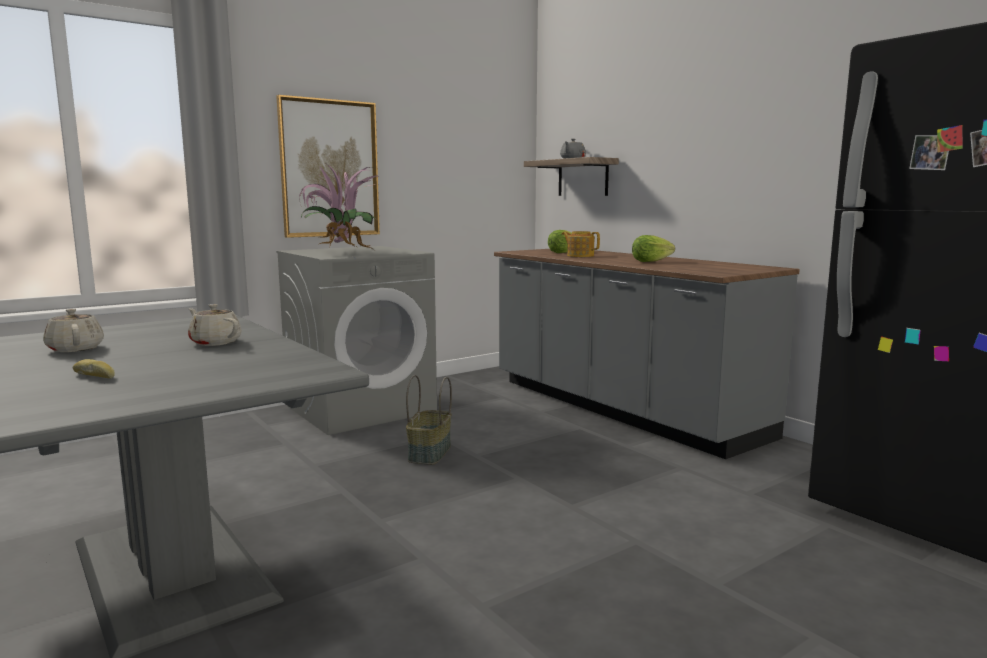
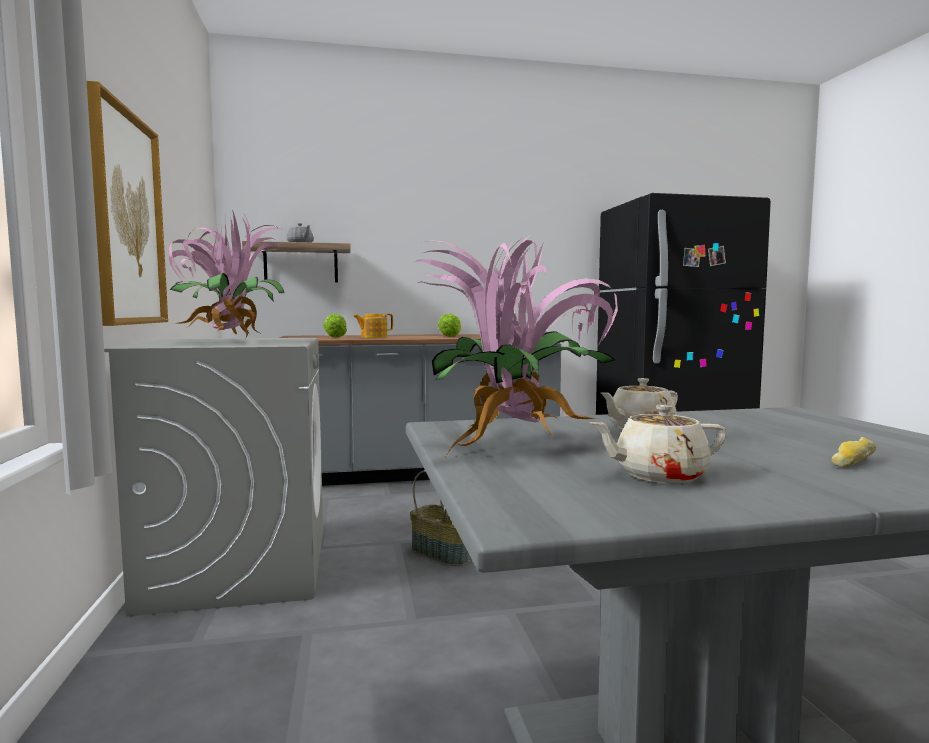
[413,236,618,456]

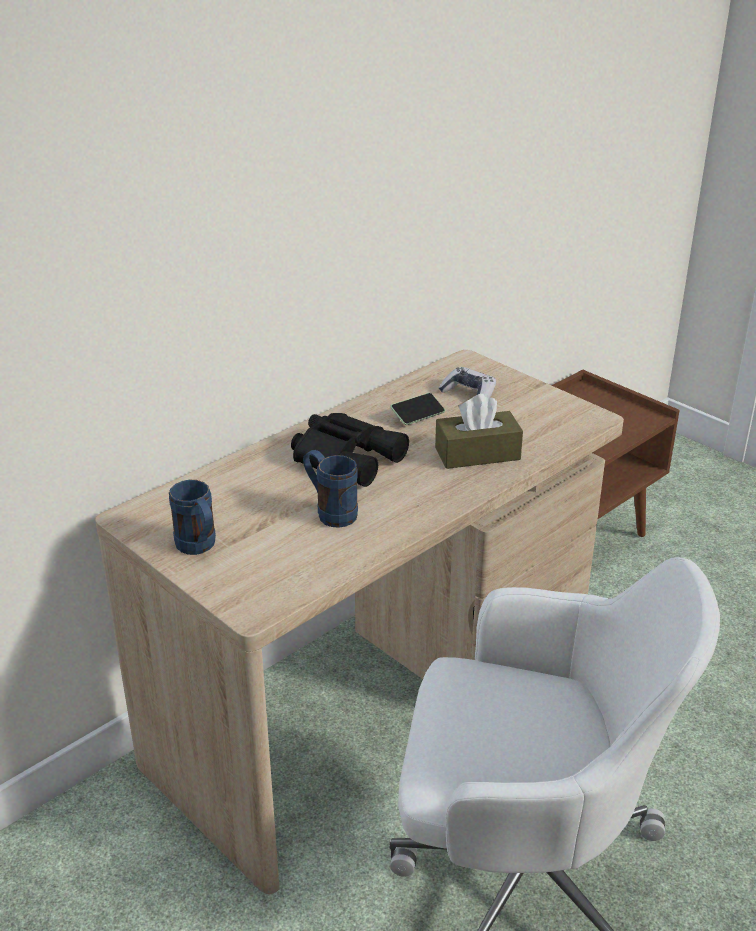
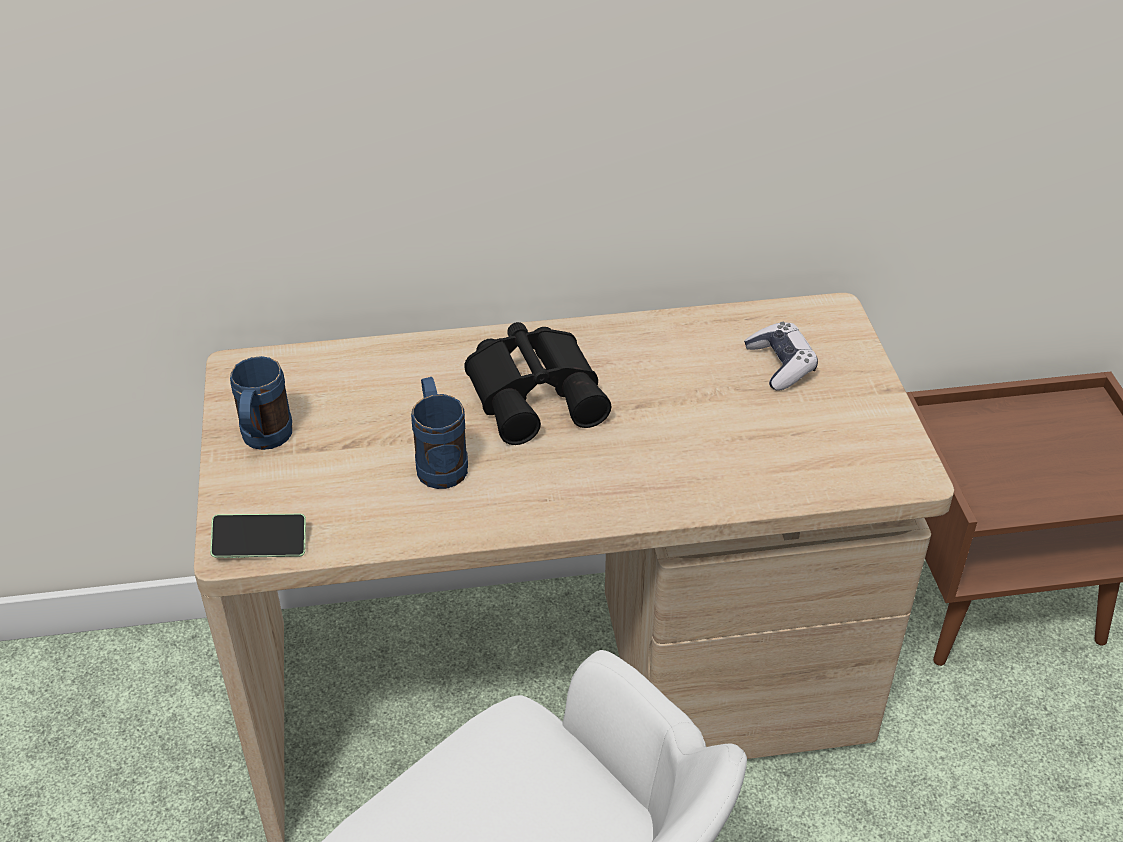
[435,394,523,469] (first image)
[210,514,306,558]

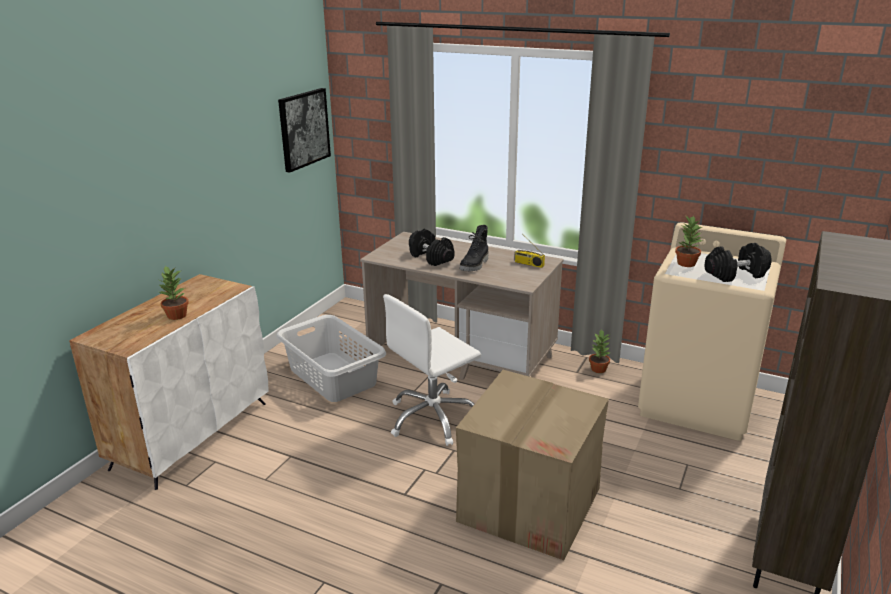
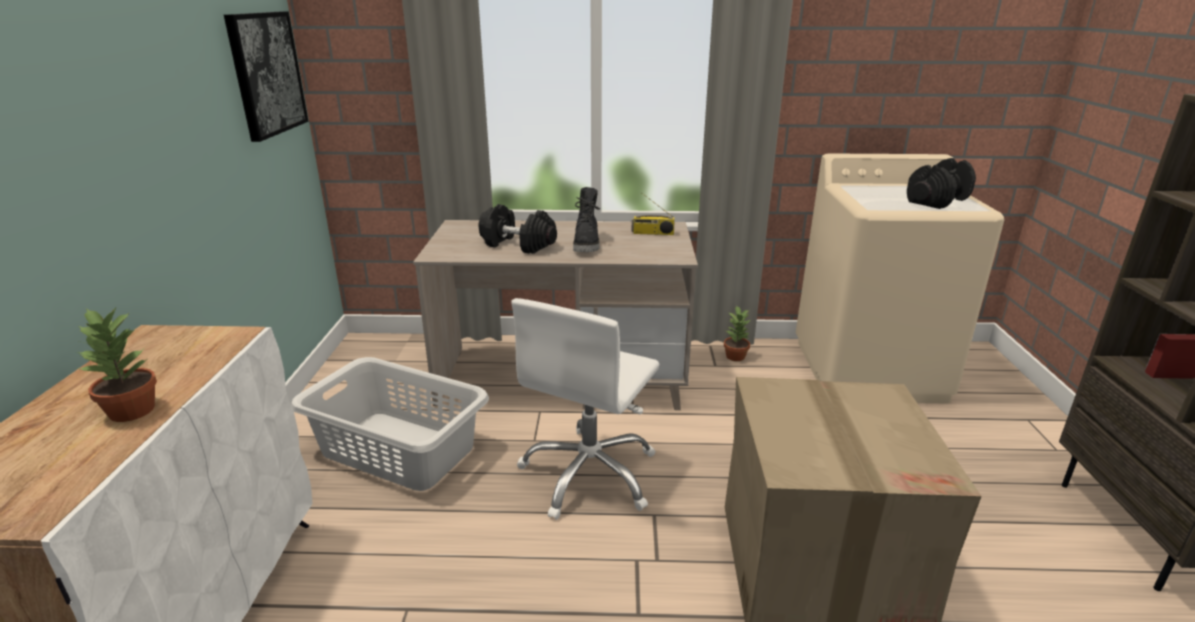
[675,215,703,267] (first image)

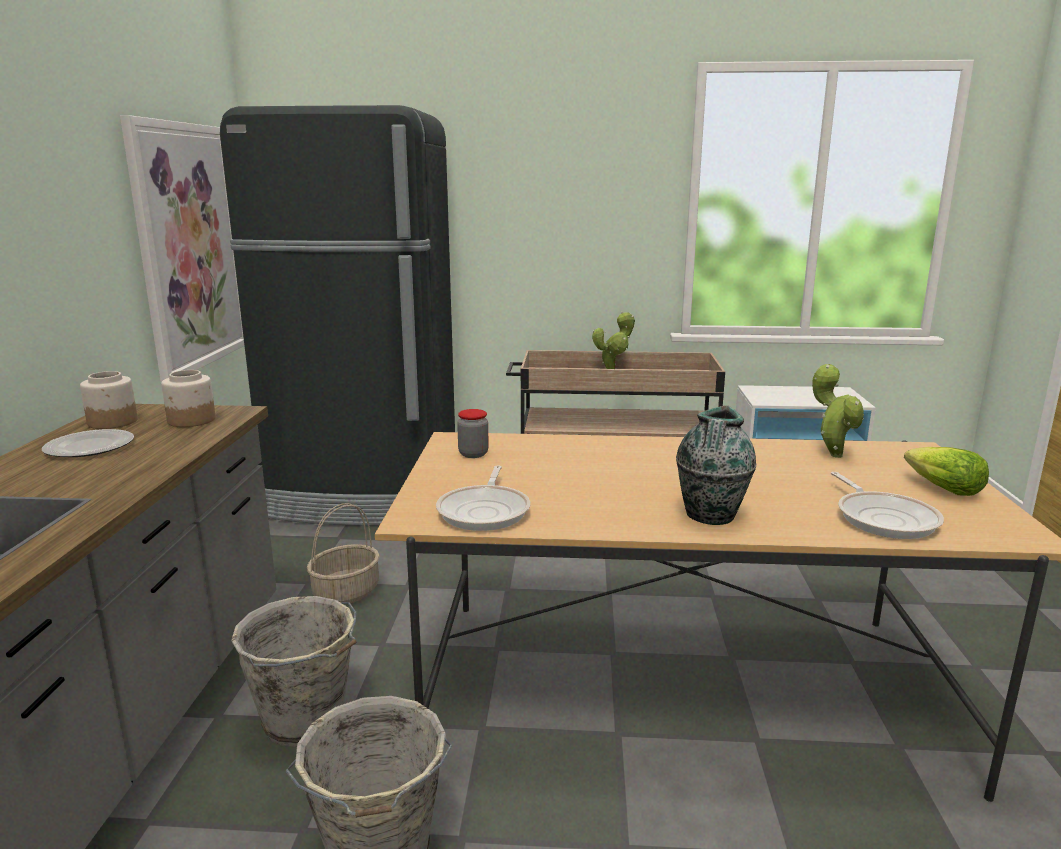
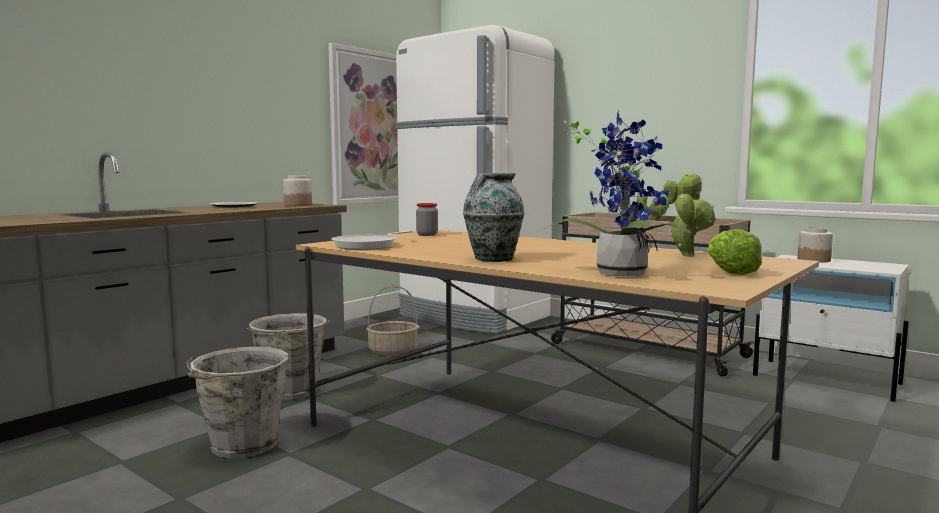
[797,227,833,263]
[543,110,692,276]
[396,25,554,334]

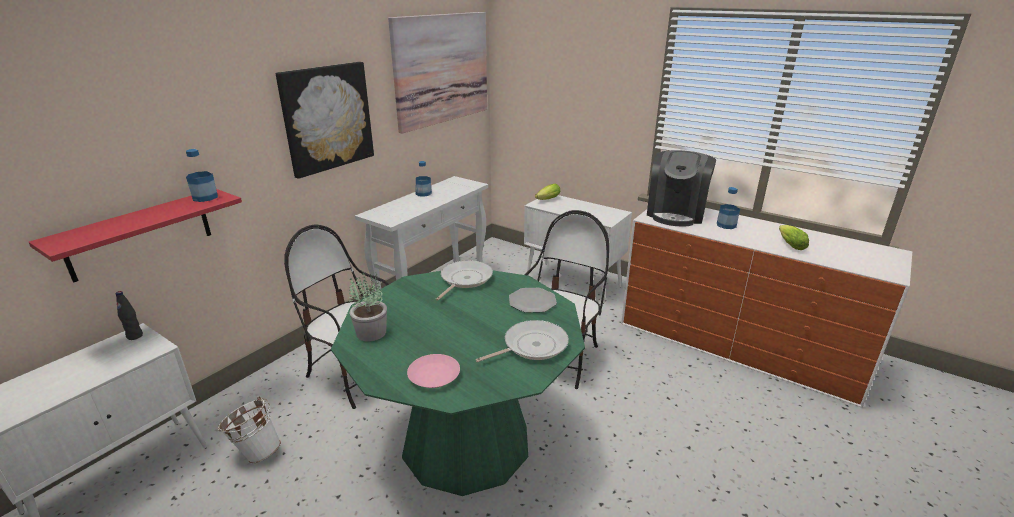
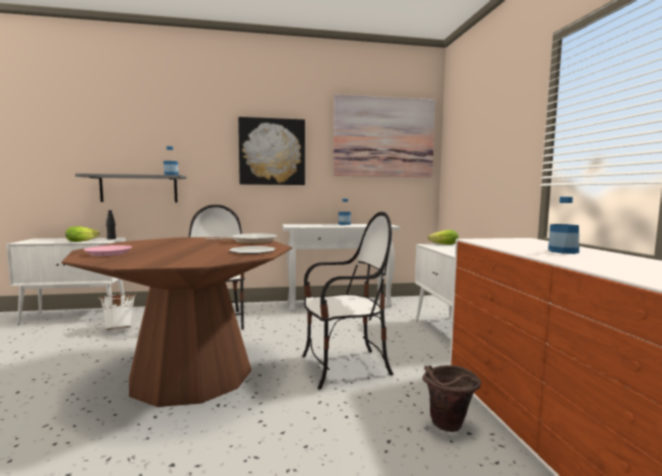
[349,273,387,341] (first image)
[475,320,569,362] (first image)
[647,150,716,226] (first image)
[422,365,481,432]
[65,226,100,242]
[75,173,187,202]
[62,237,292,407]

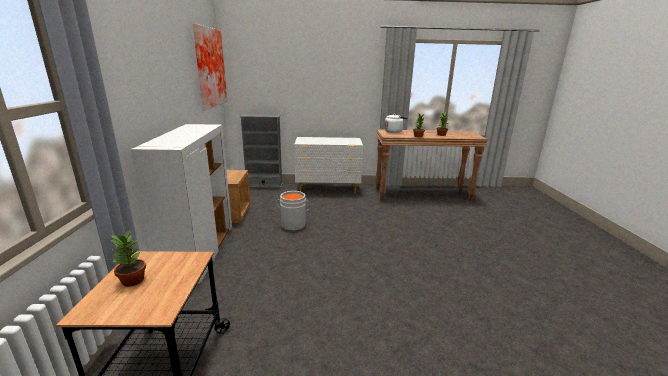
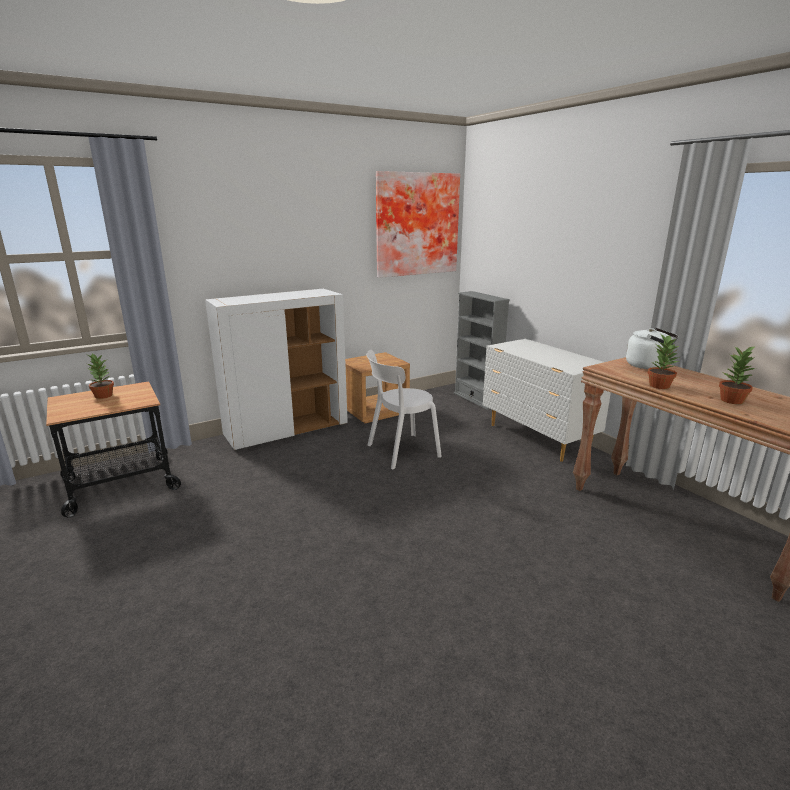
[367,350,442,469]

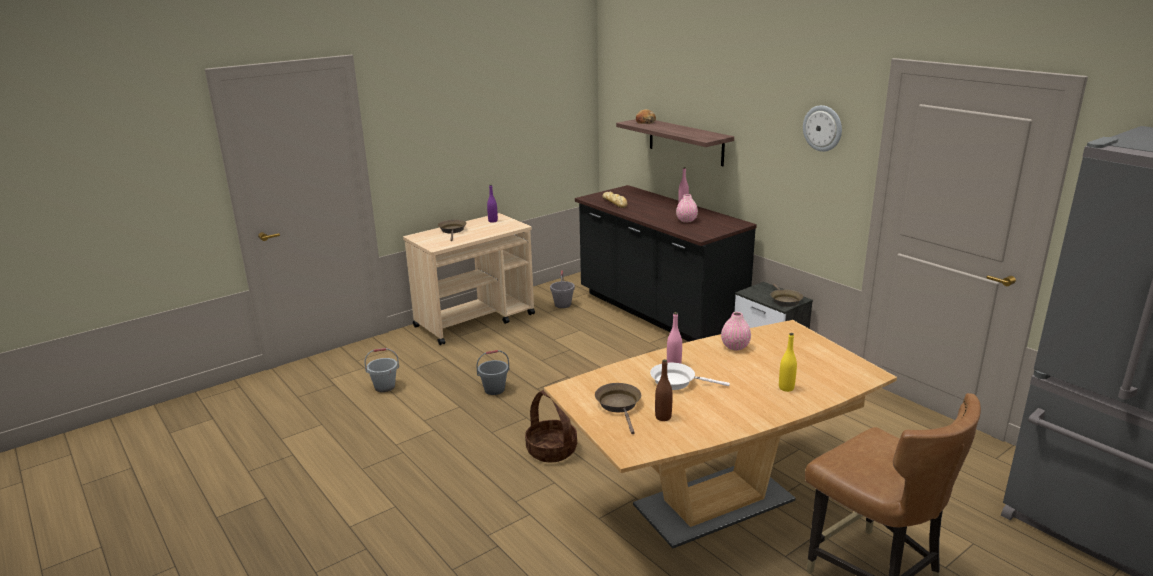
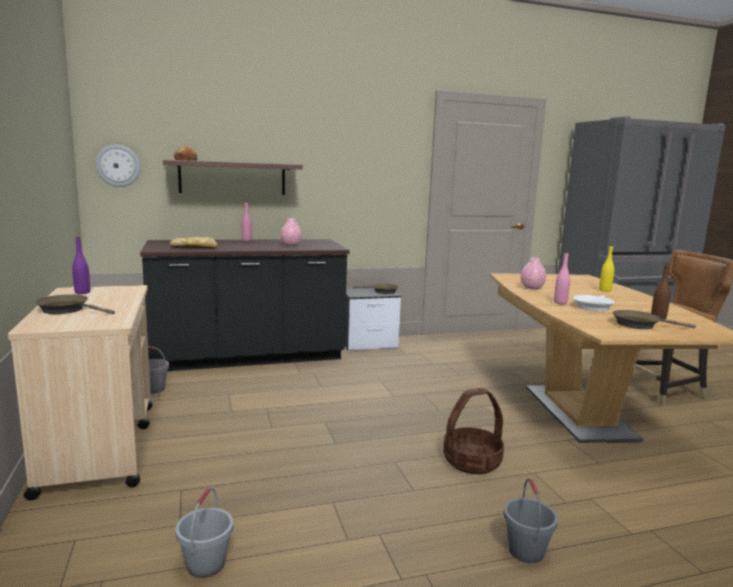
[503,479,558,563]
[96,145,141,187]

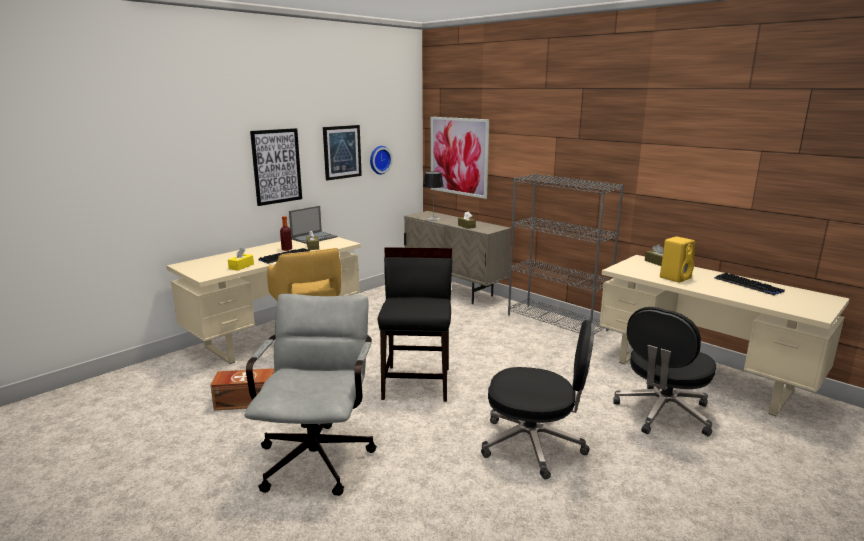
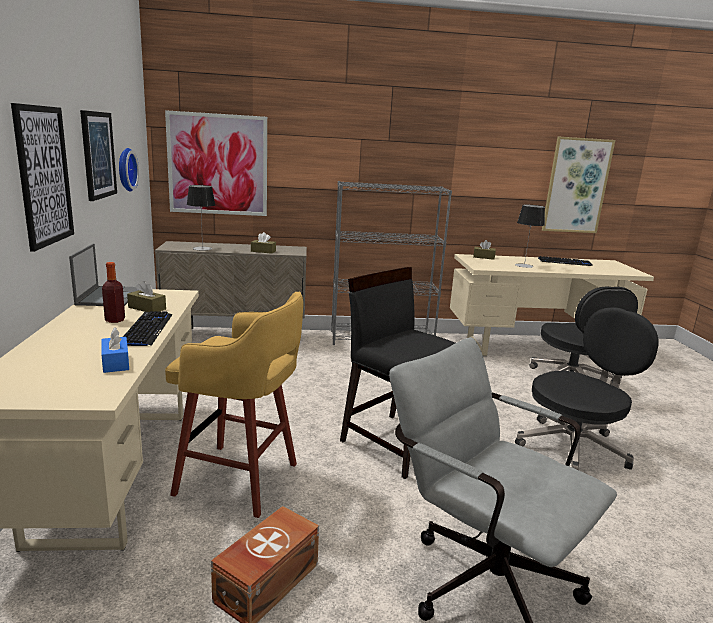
[542,137,615,233]
[515,205,545,268]
[101,327,129,373]

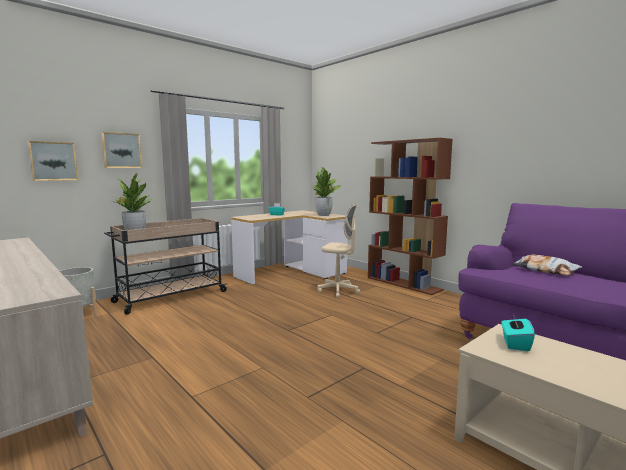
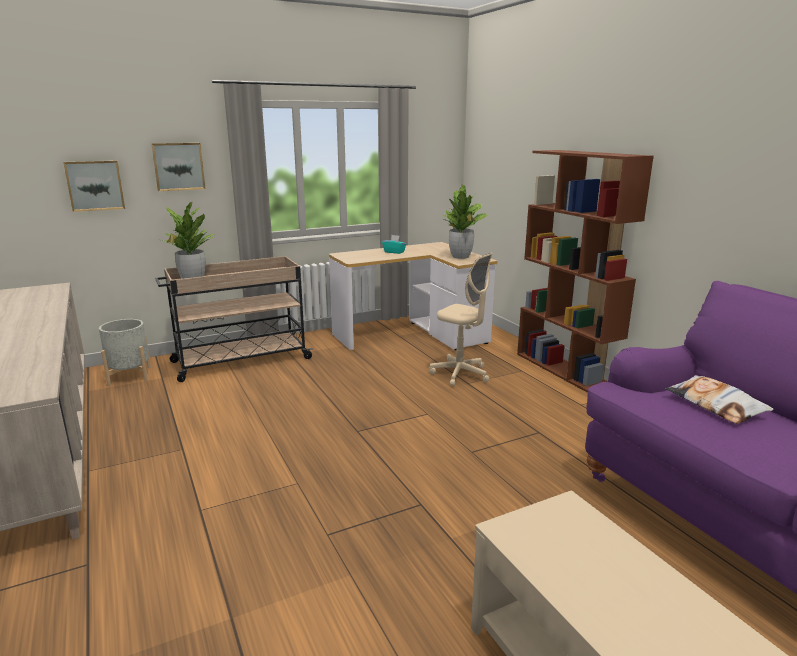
[501,313,535,351] (first image)

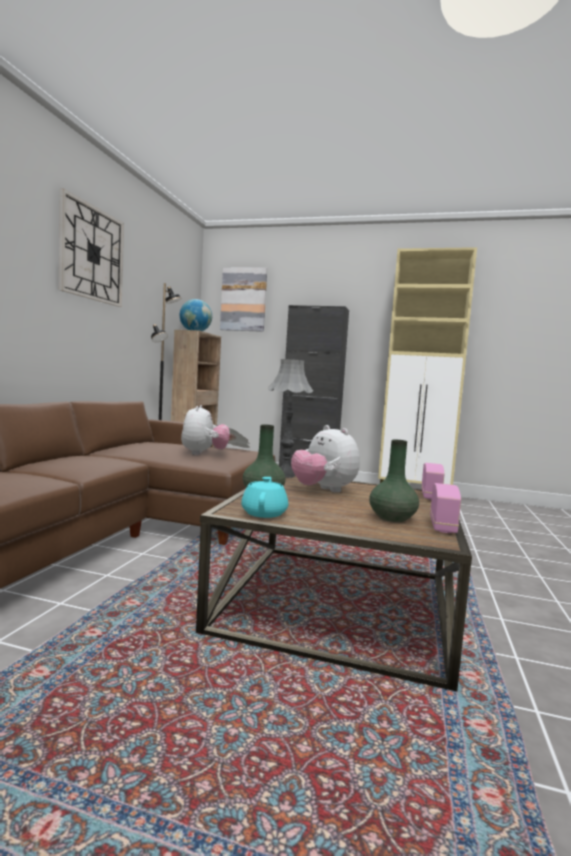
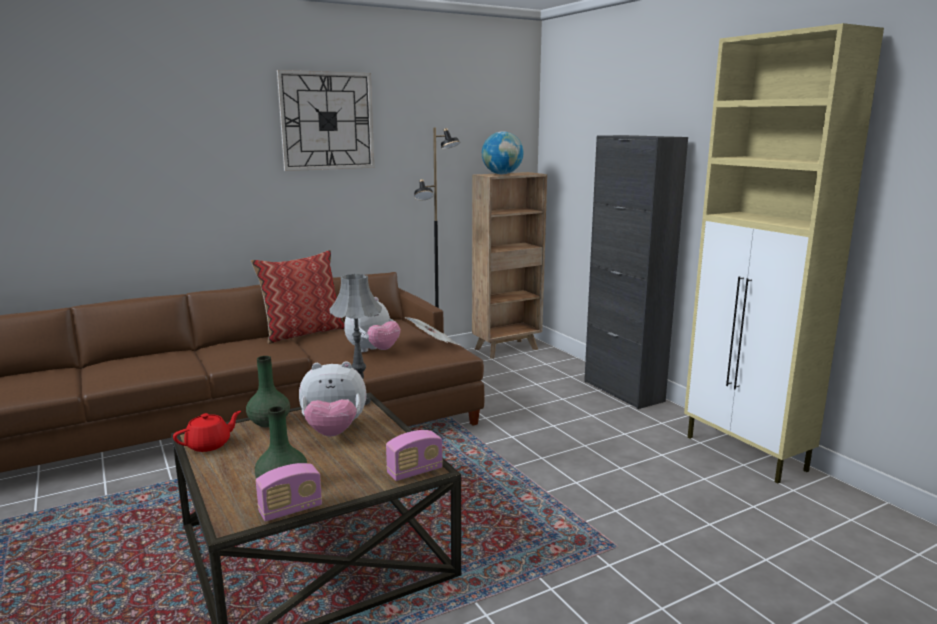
[220,267,267,332] (first image)
[251,250,345,344]
[173,411,241,452]
[299,361,366,437]

